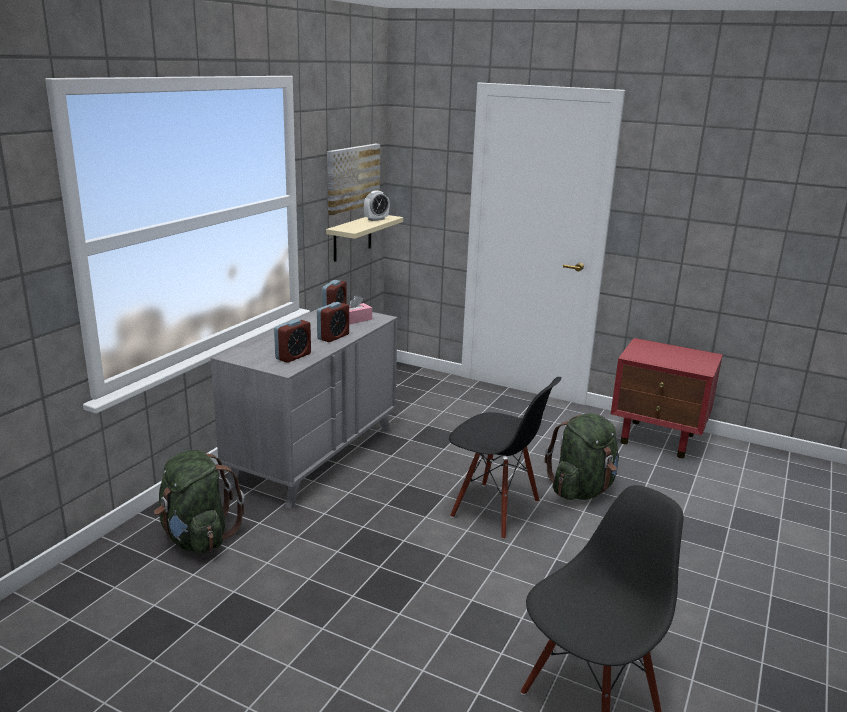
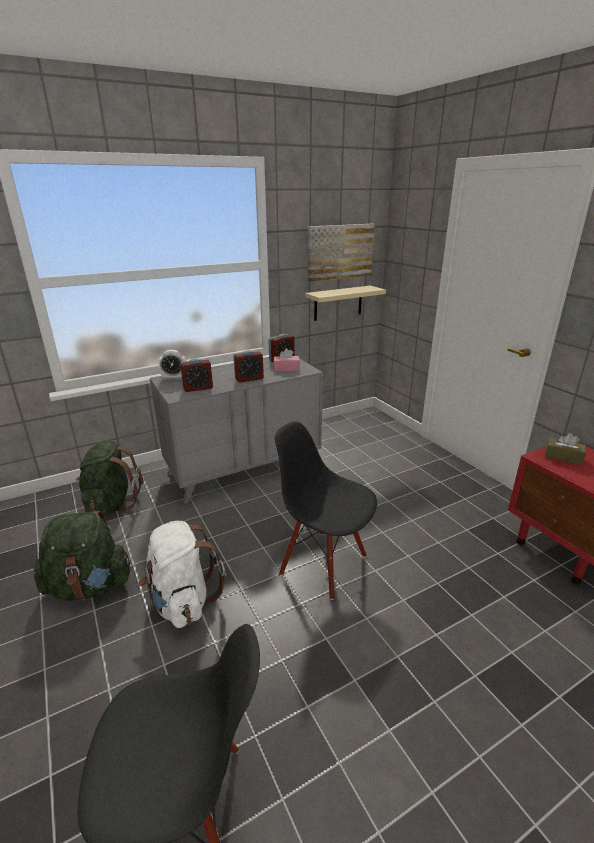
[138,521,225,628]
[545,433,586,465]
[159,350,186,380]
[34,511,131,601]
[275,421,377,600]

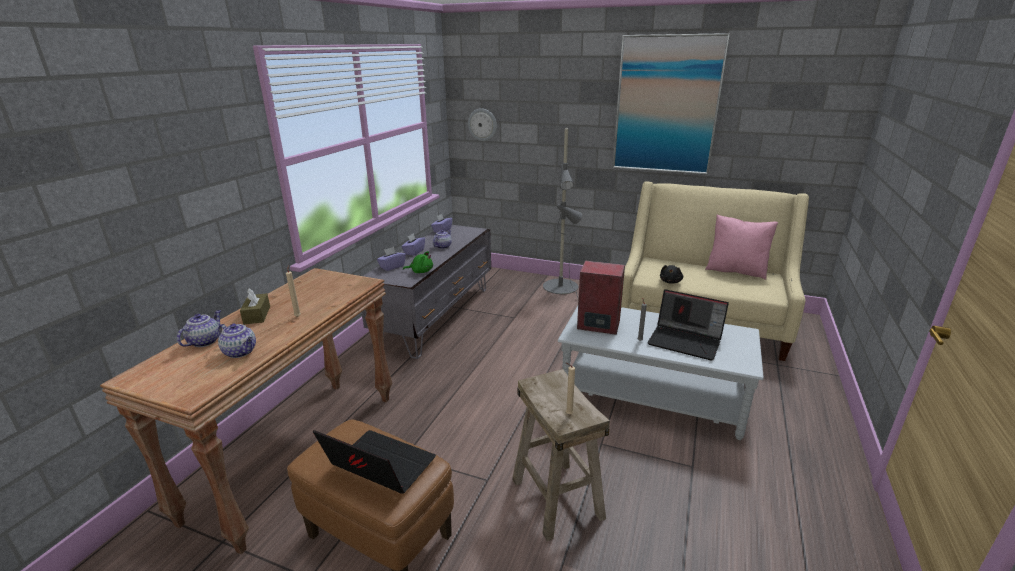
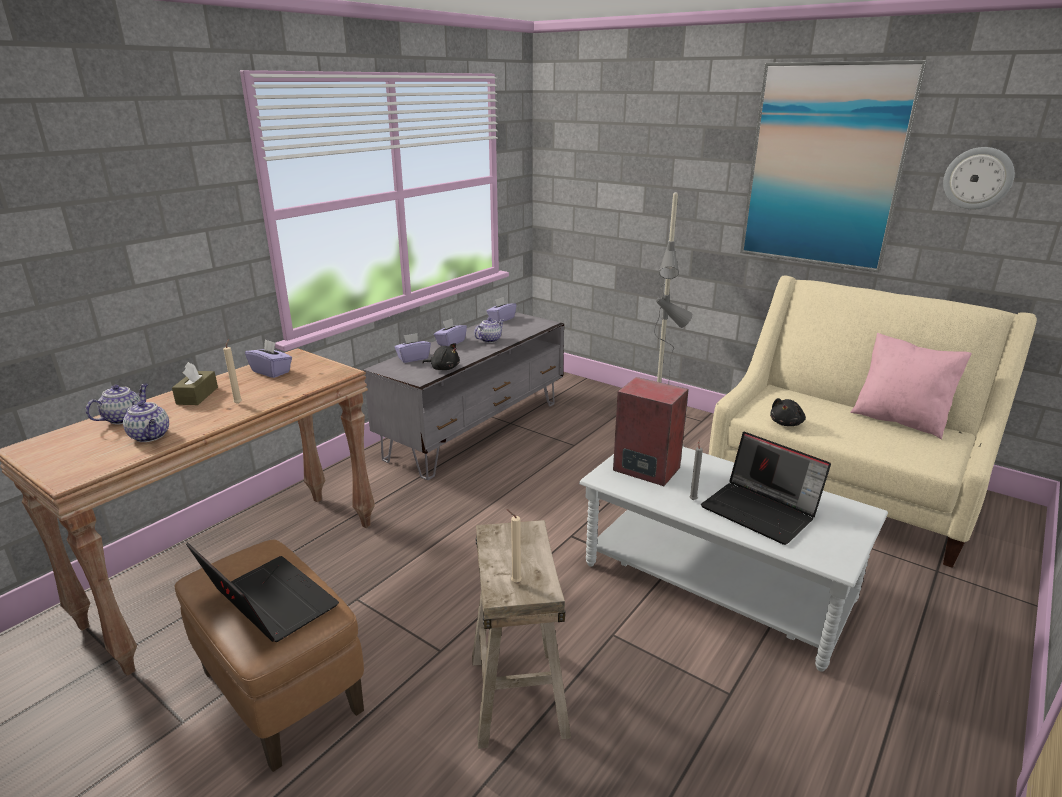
[245,339,292,378]
[943,147,1015,210]
[422,343,460,370]

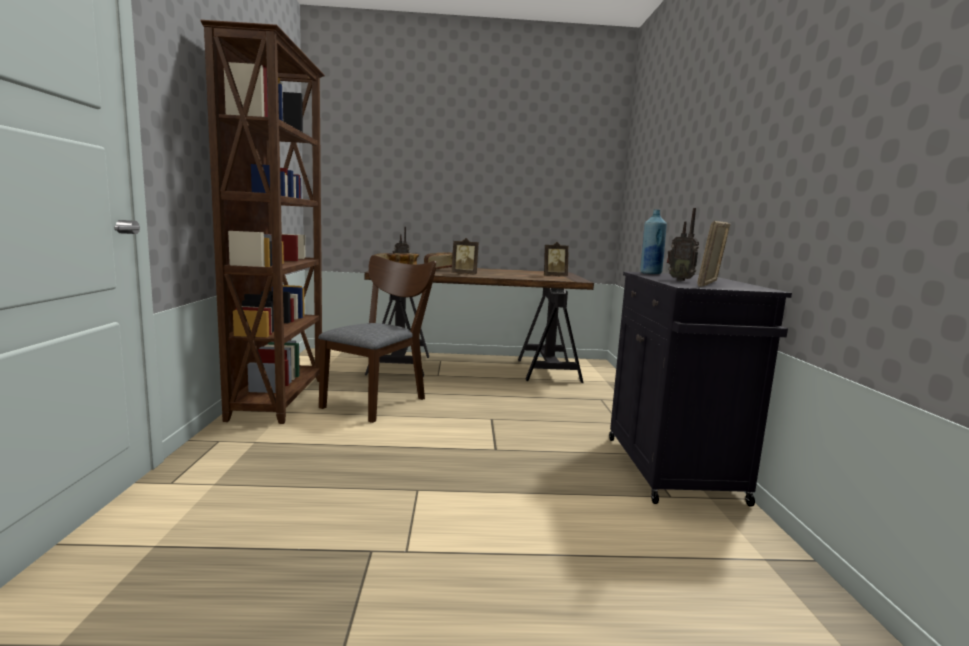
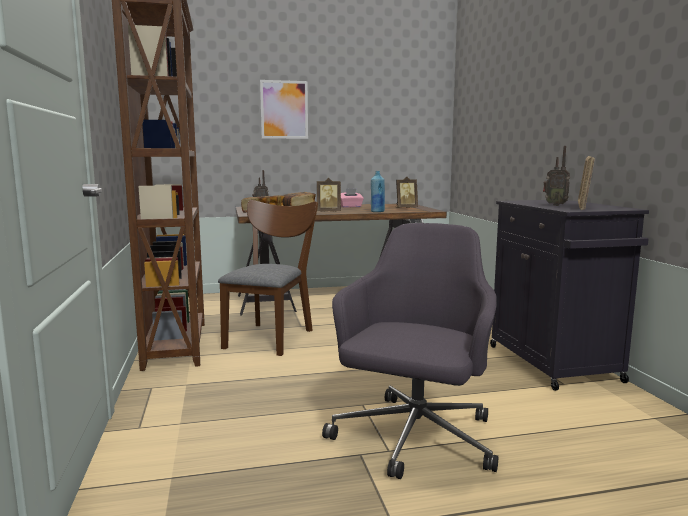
[260,80,308,139]
[322,223,498,479]
[341,189,364,208]
[371,171,385,212]

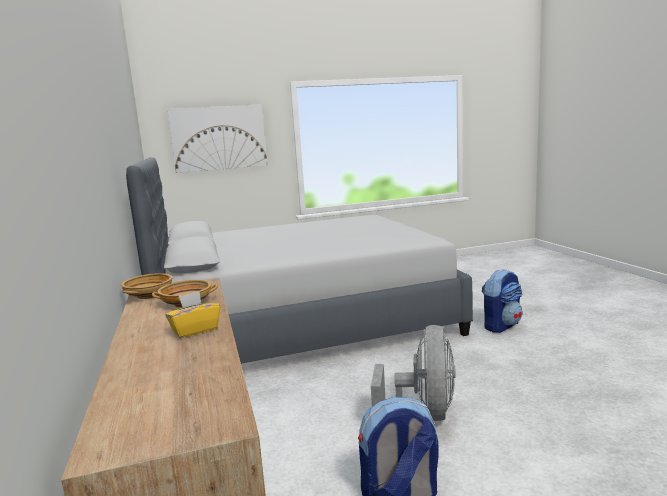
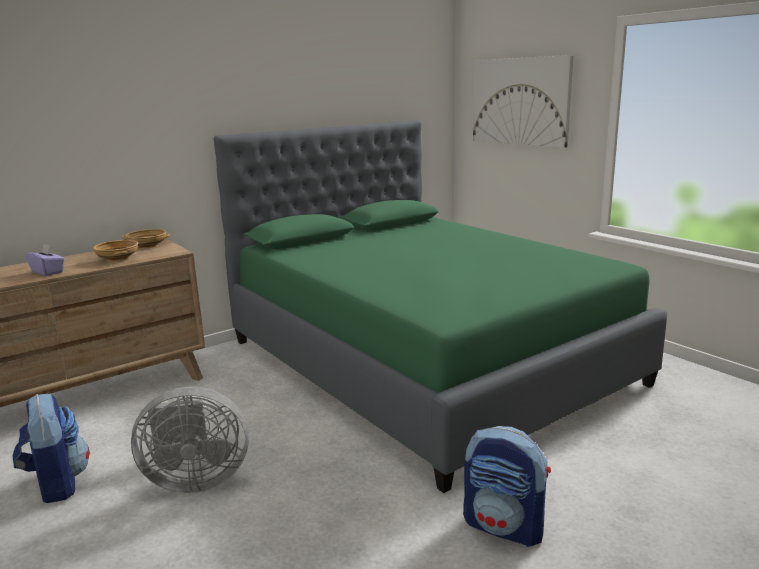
[214,120,667,493]
[25,244,65,276]

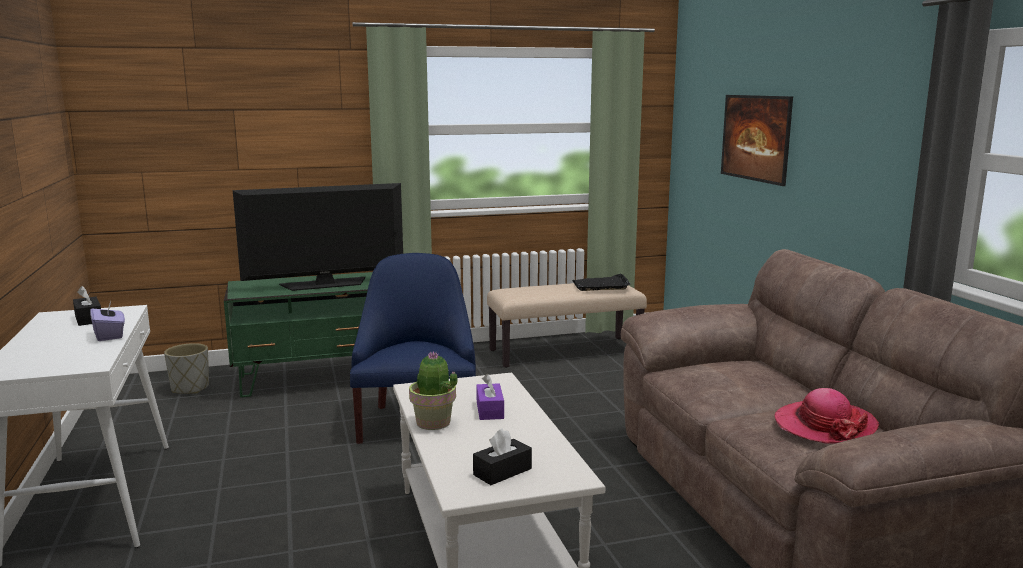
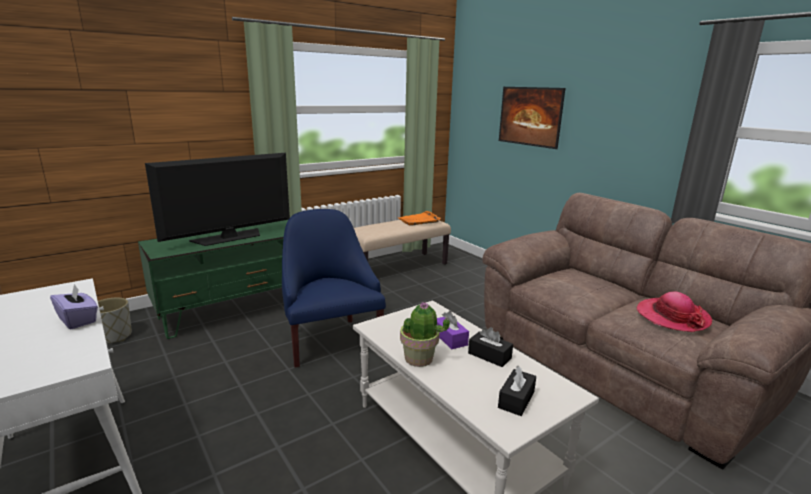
[468,327,513,367]
[398,211,441,226]

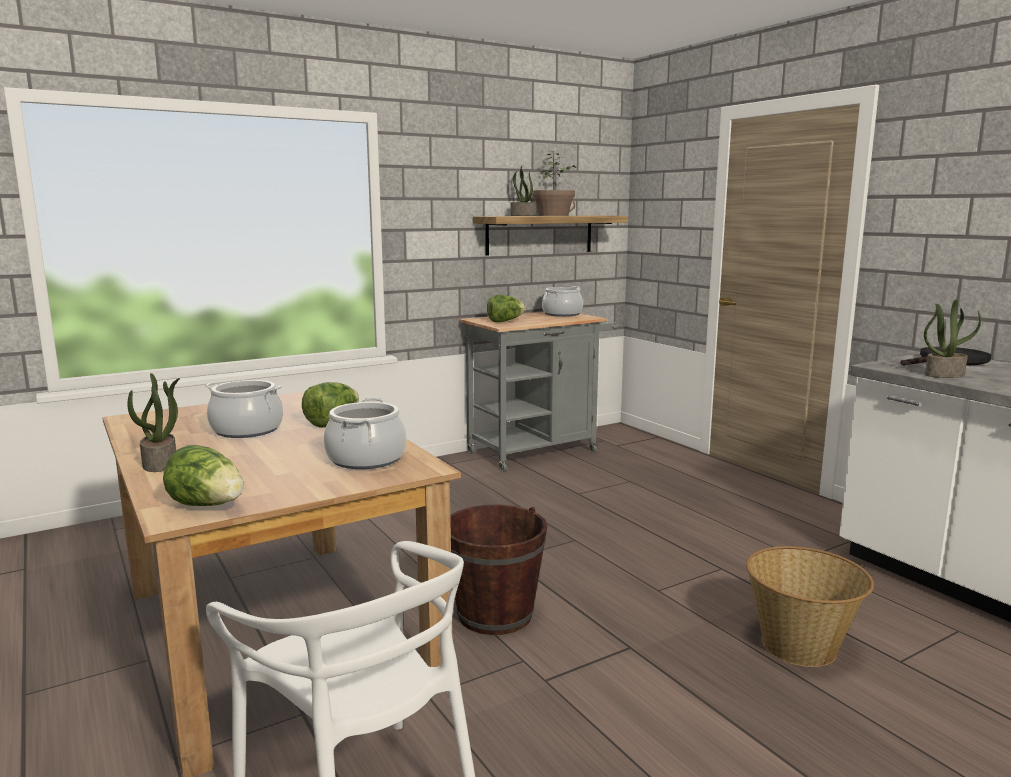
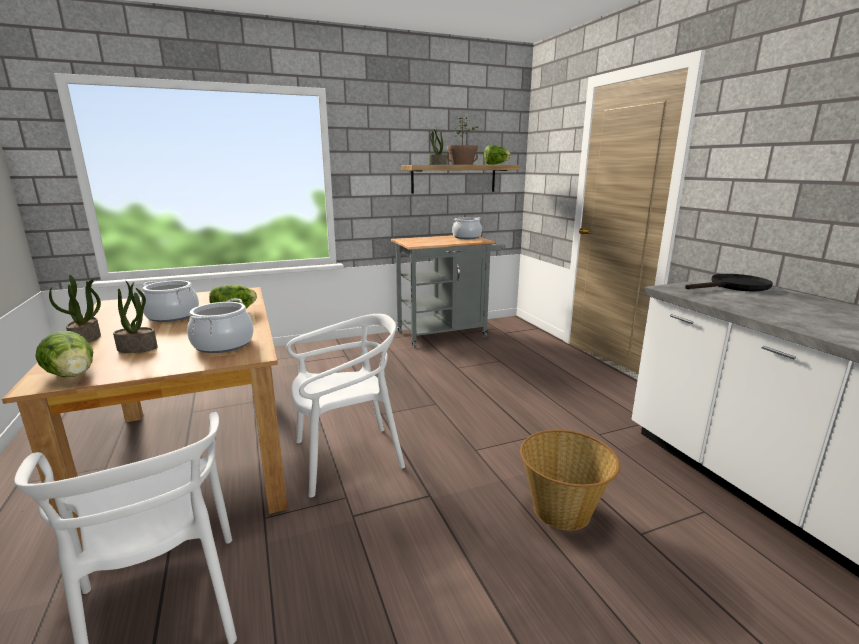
[484,145,511,165]
[113,281,158,353]
[287,314,405,497]

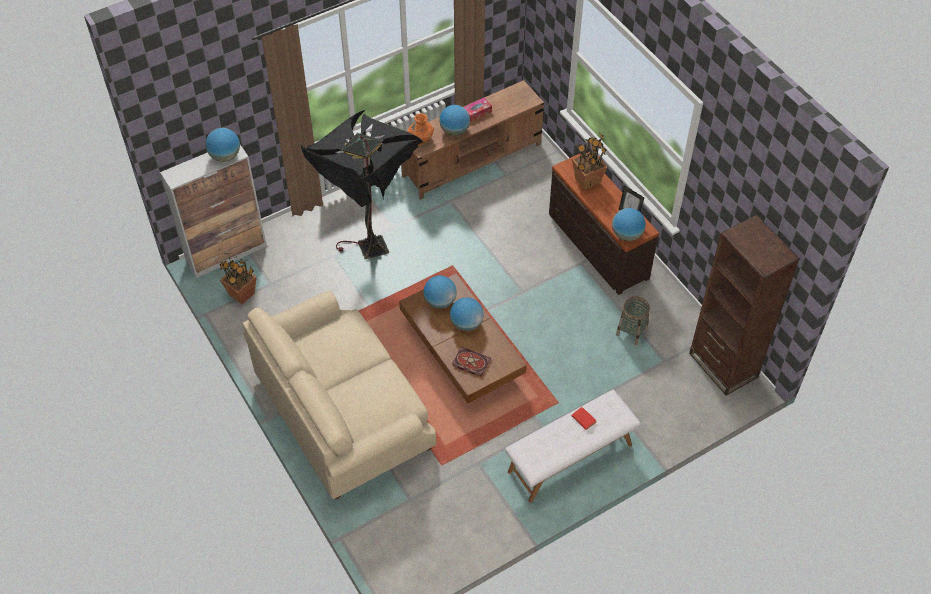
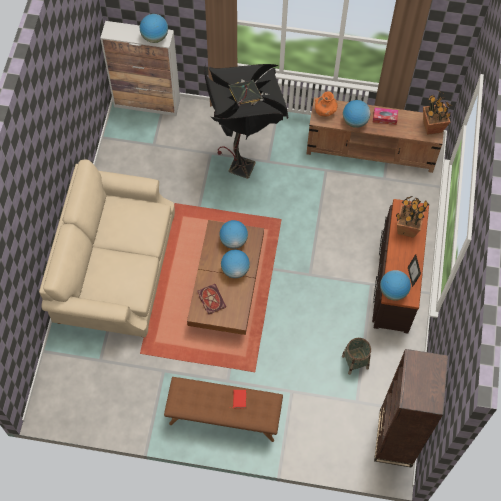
[423,90,452,135]
[164,377,283,442]

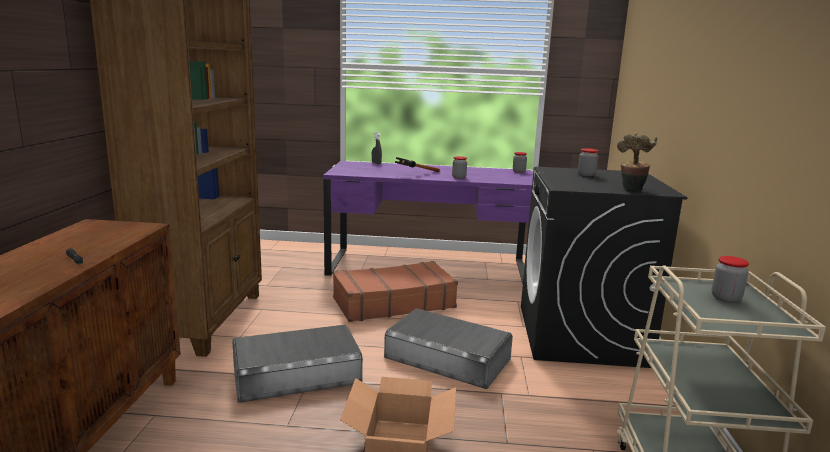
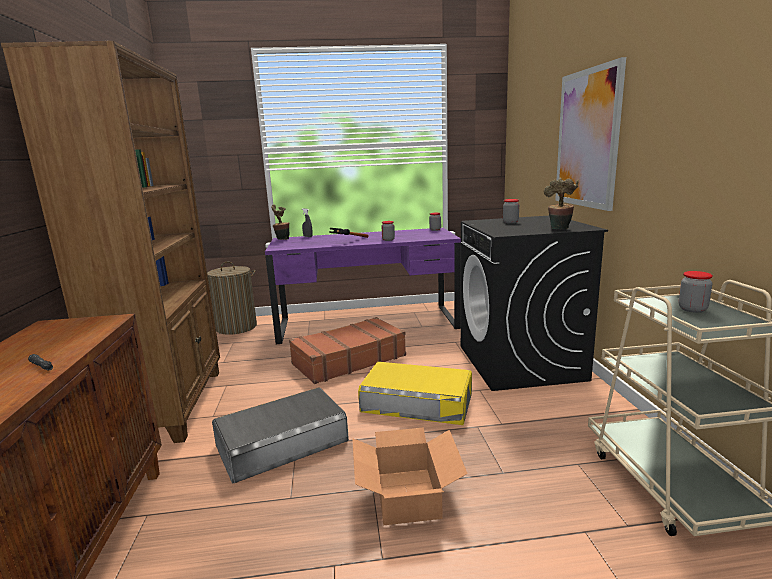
[207,261,257,335]
[271,205,289,240]
[555,57,626,211]
[358,362,472,425]

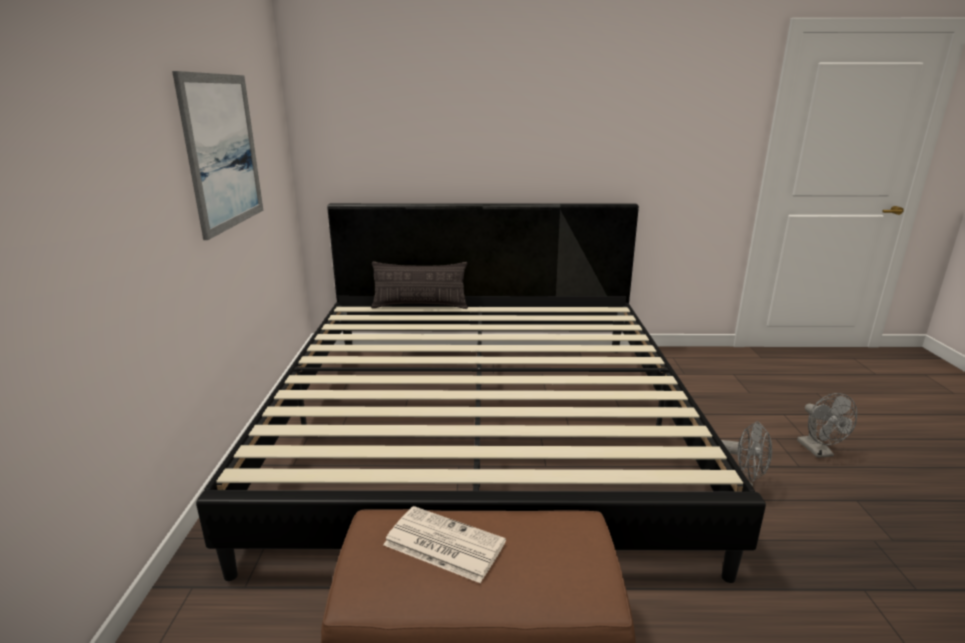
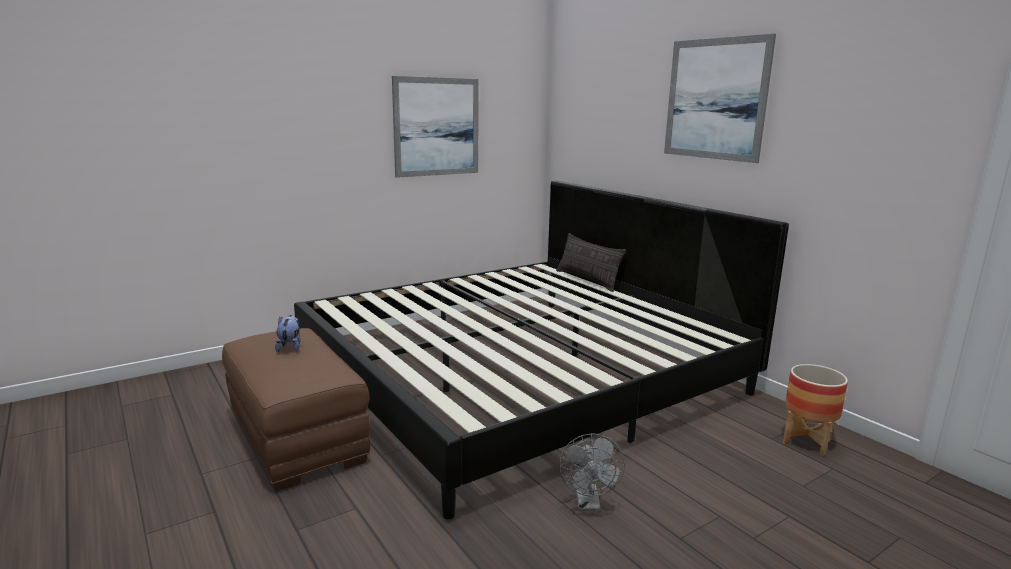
[797,393,857,458] (first image)
[664,34,776,163]
[783,364,848,456]
[275,315,301,352]

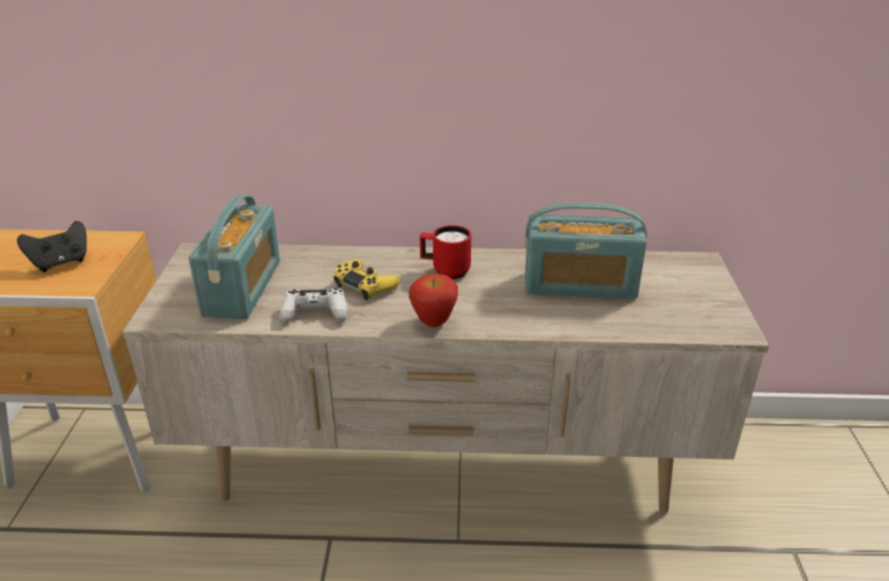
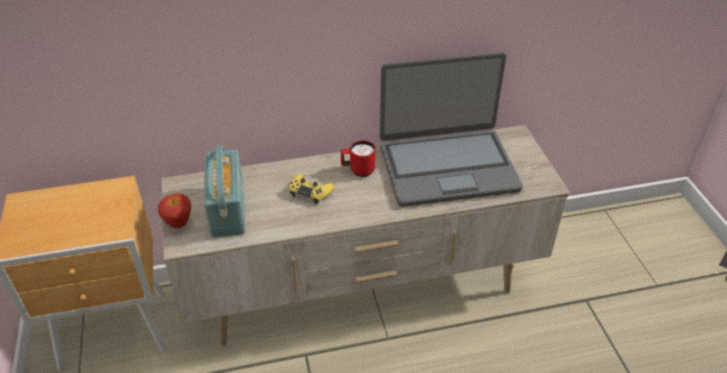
[17,221,87,272] (first image)
[279,288,347,323] (first image)
[158,194,191,228]
[380,52,523,207]

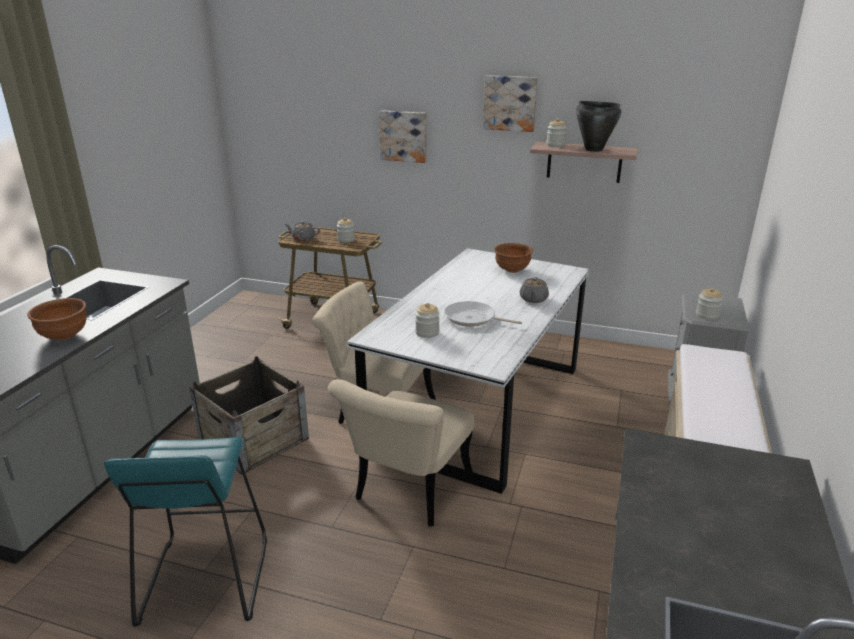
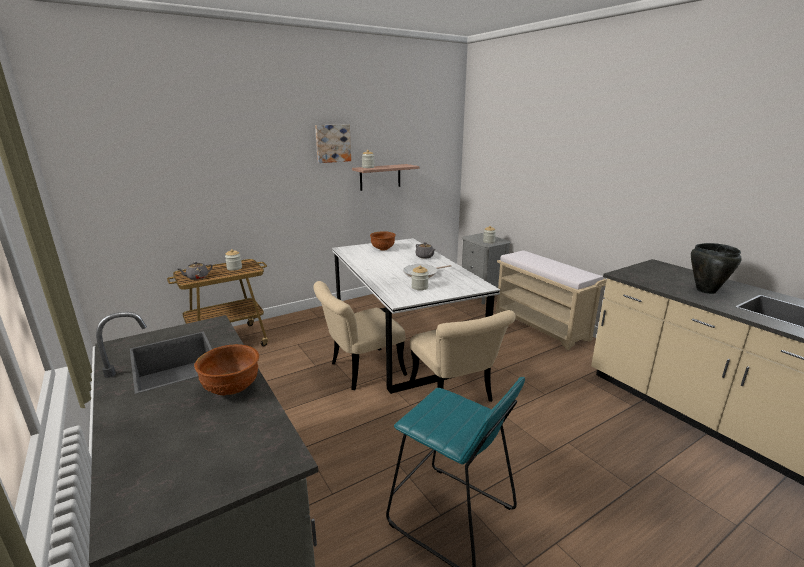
[189,356,309,475] (first image)
[379,110,427,163] (first image)
[691,243,742,294]

